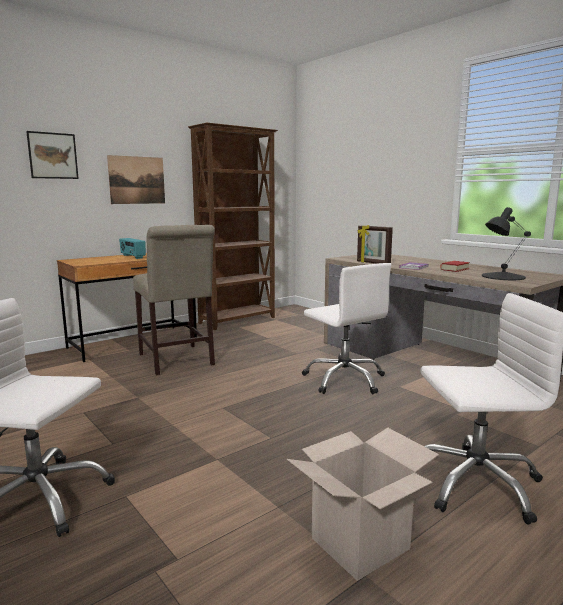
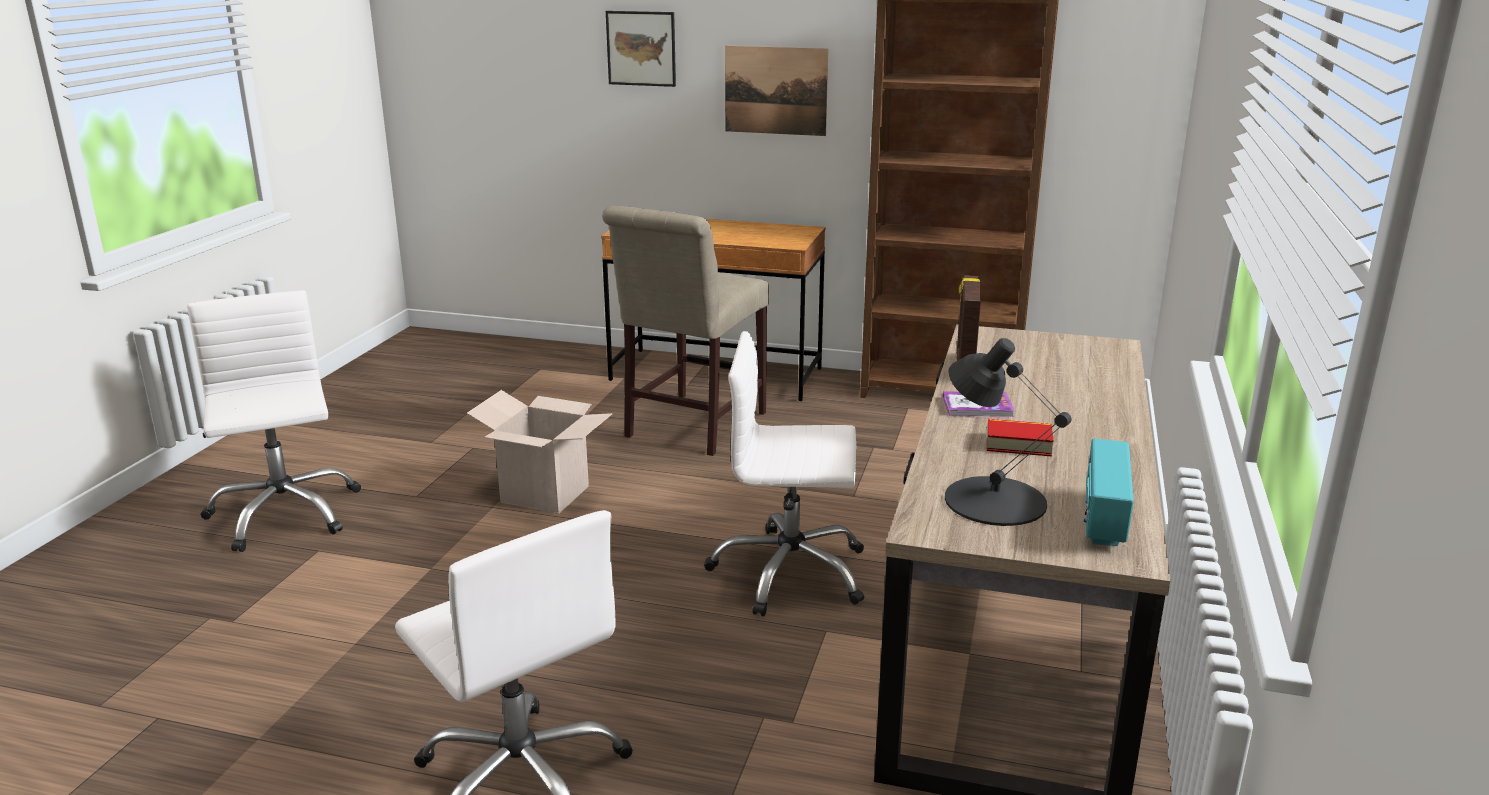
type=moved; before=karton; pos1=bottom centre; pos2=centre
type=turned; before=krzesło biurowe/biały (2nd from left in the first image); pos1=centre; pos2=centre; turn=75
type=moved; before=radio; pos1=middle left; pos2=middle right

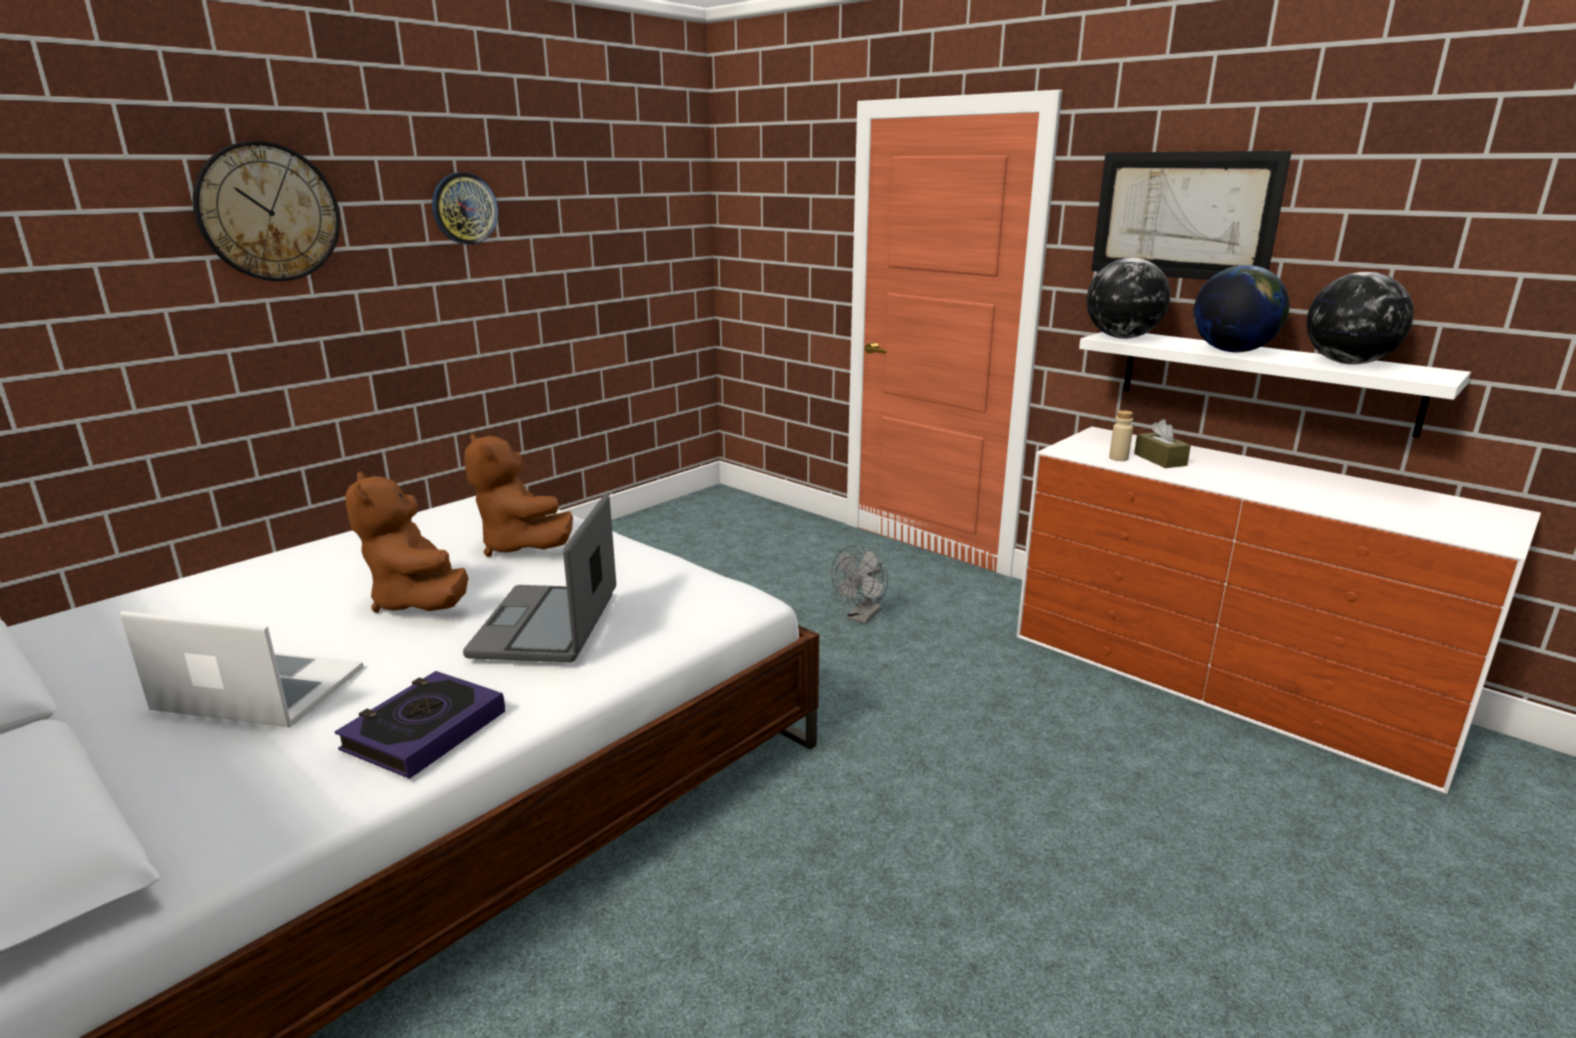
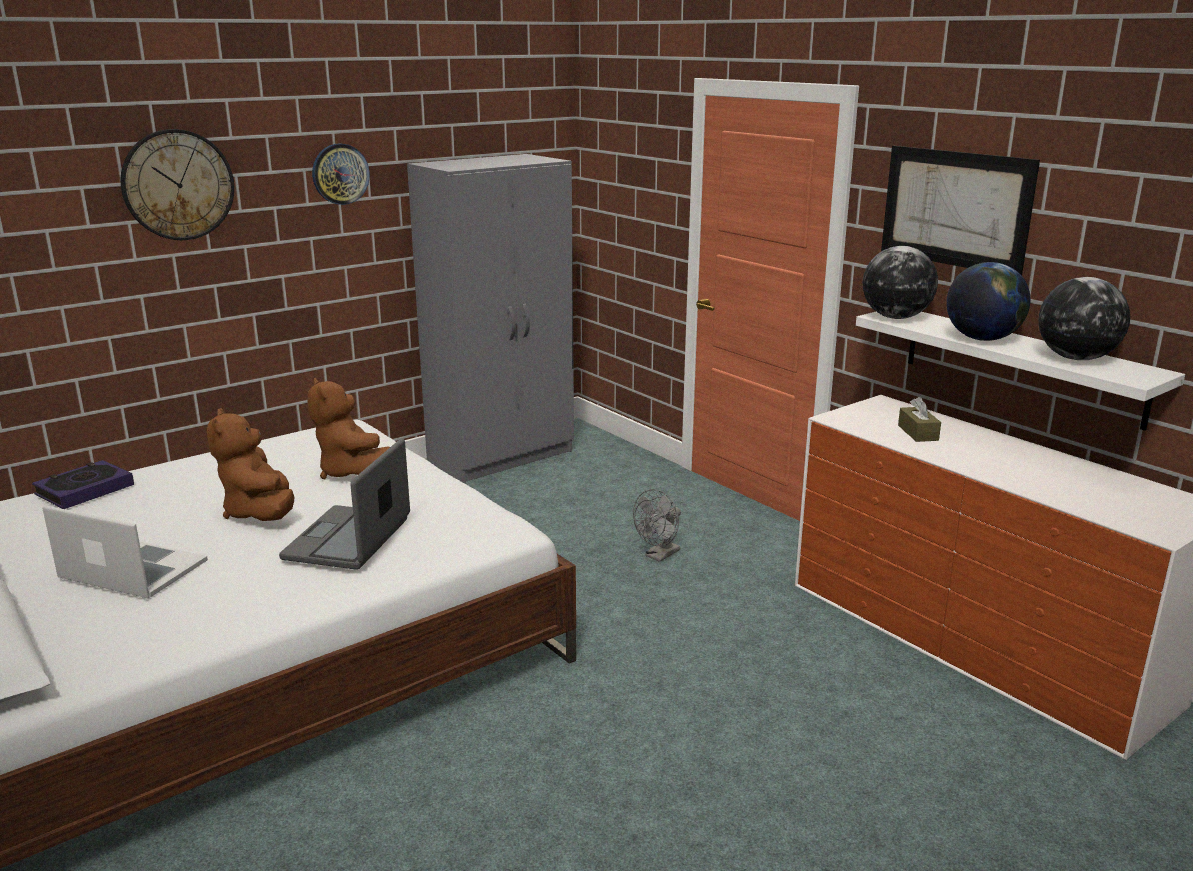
type=moved; before=książka; pos1=bottom left; pos2=middle left
type=added; after=szafa/szary; pos2=centre
type=removed; before=butelka/beżowy; pos1=middle right

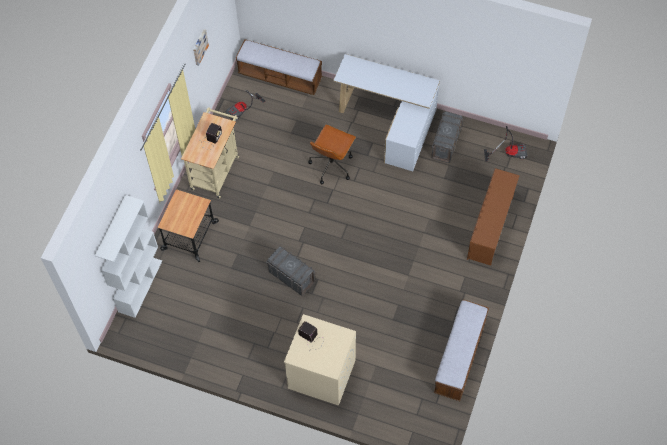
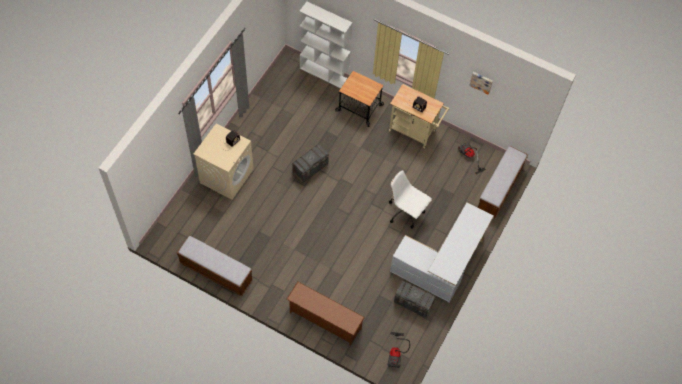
type=recoloured; before=krzesło biurowe/brązowy; after=krzesło biurowe/biały; pos1=centre; pos2=centre

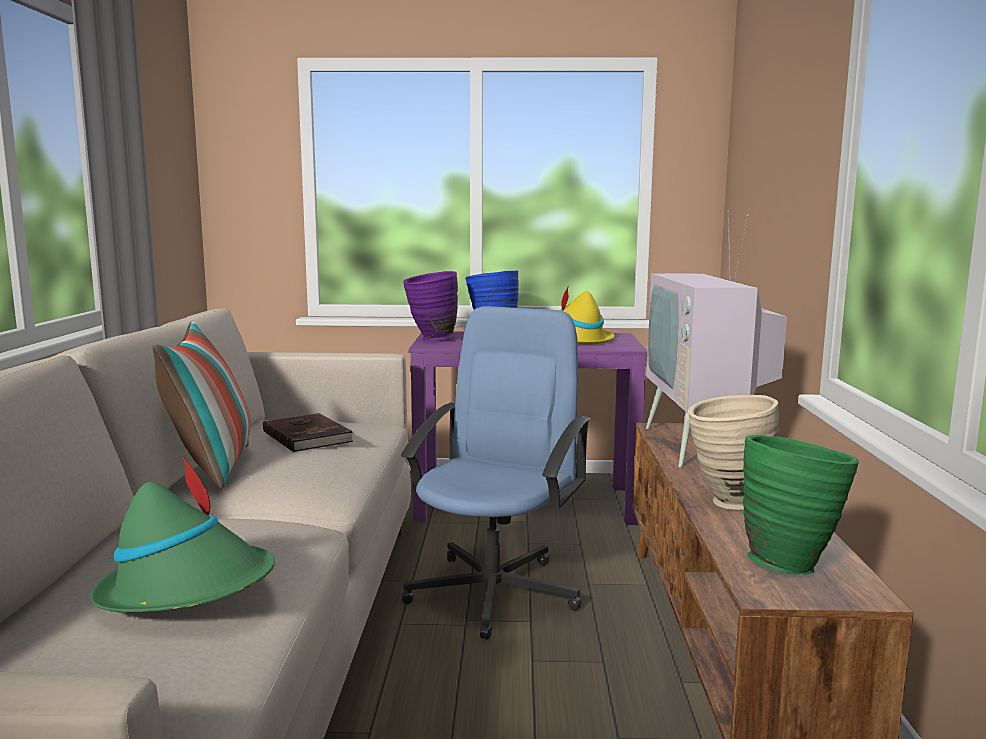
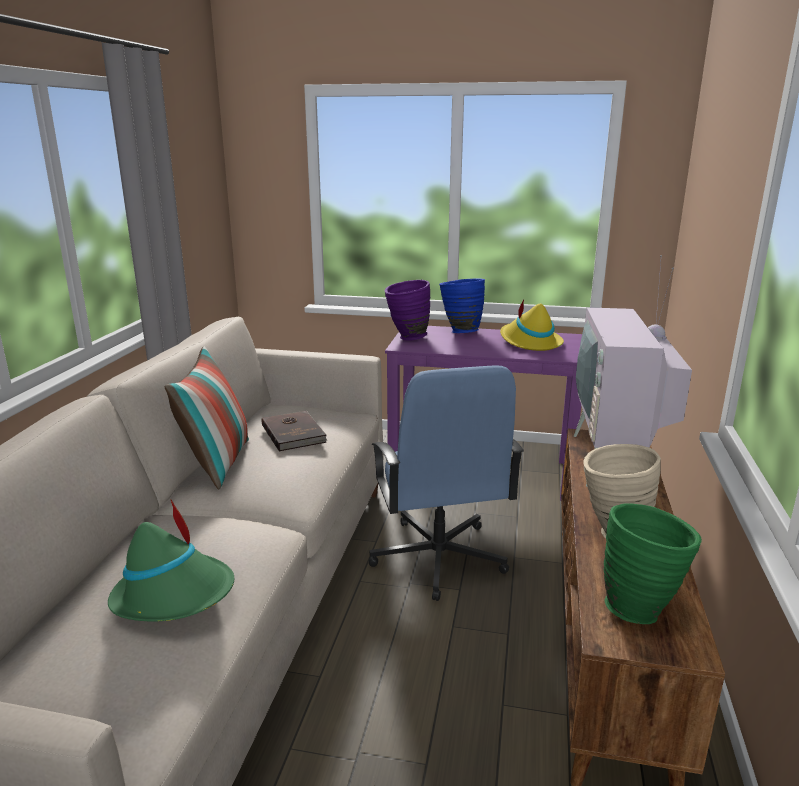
type=turned; before=krzesło biurowe/niebieski; pos1=centre; pos2=centre; turn=135

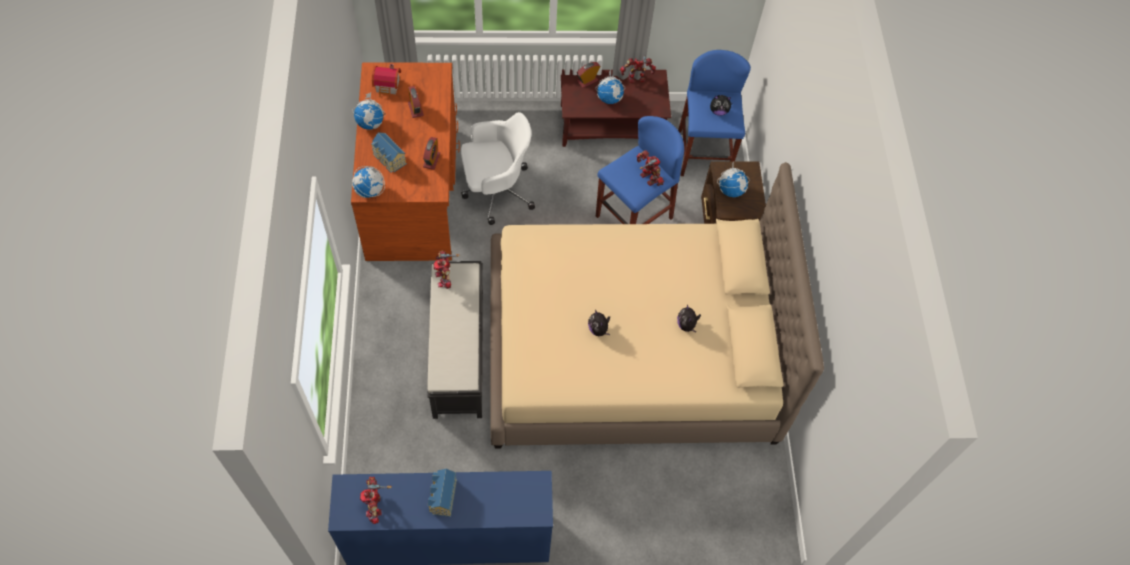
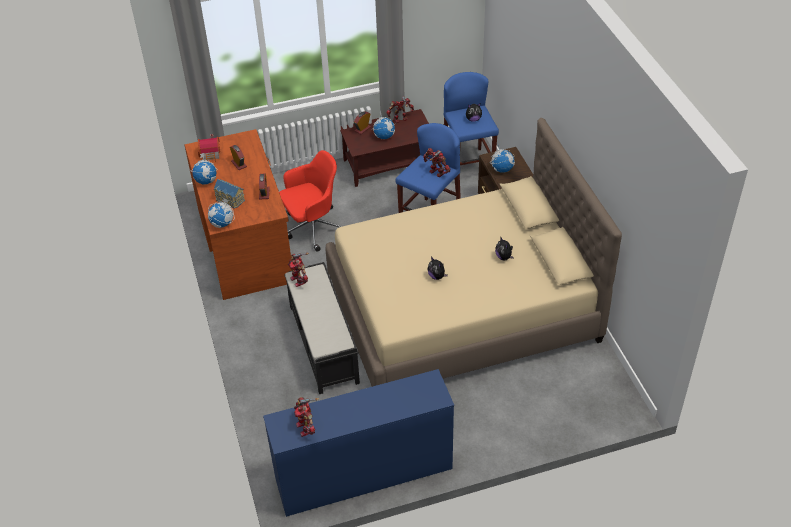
type=recoloured; before=krzesło biurowe/biały; after=krzesło biurowe/czerwony; pos1=top centre; pos2=centre
type=removed; before=domek (3rd from left); pos1=bottom centre

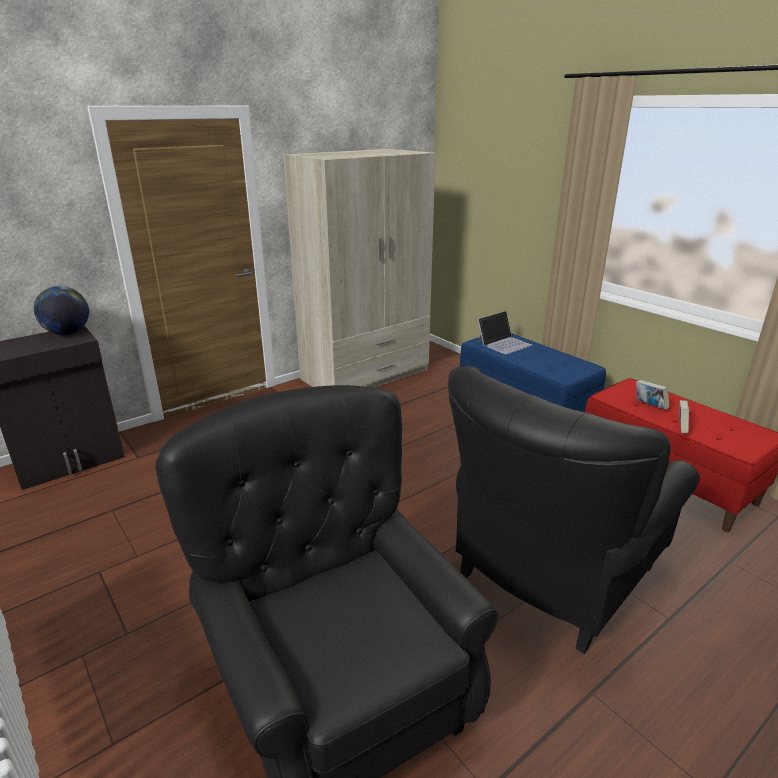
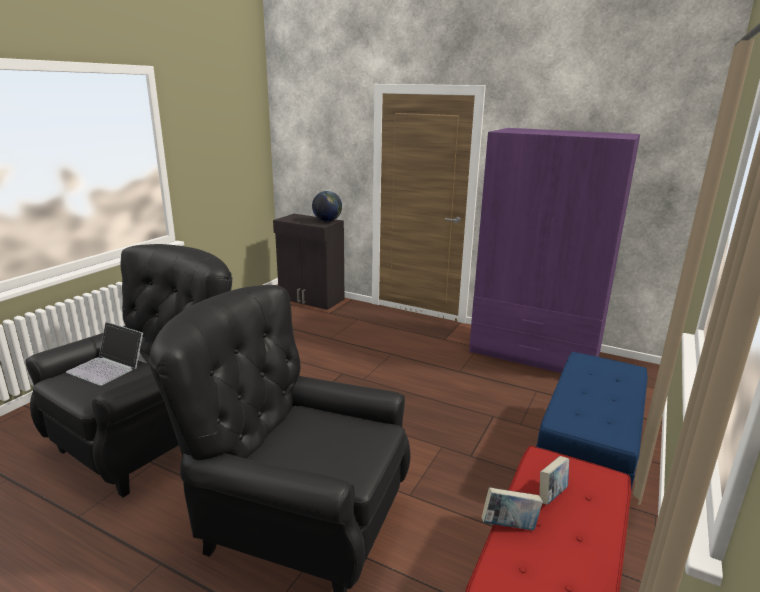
type=moved; before=laptop; pos1=centre; pos2=middle left
type=recoloured; before=szafa/beżowy; after=szafa/fioletowy; pos1=centre; pos2=middle right

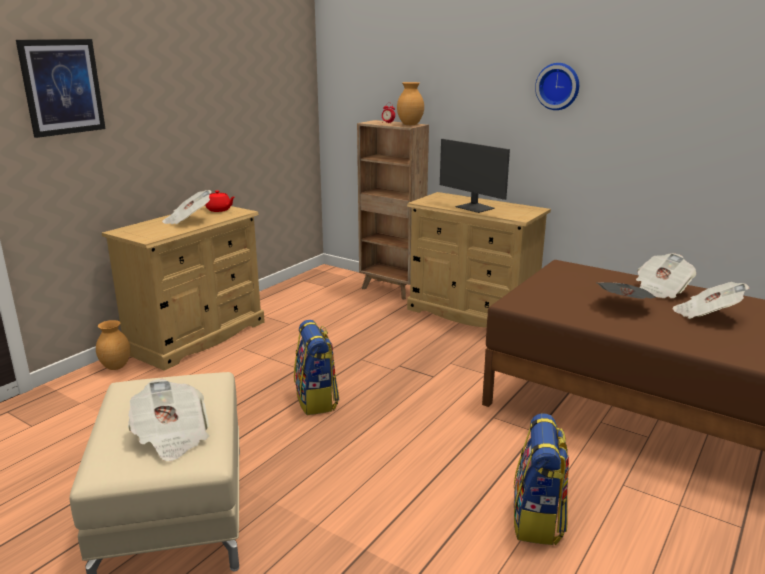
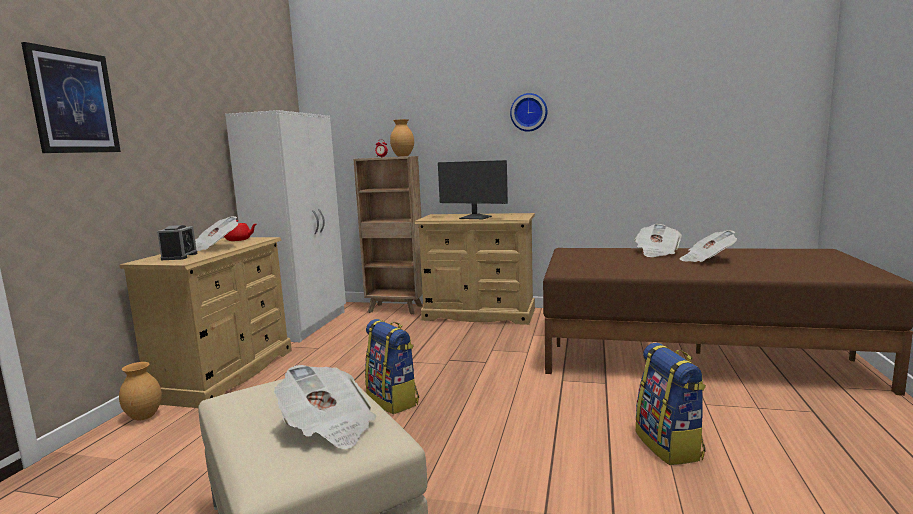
type=added; after=budzik (1st from left); pos2=middle left
type=added; after=szafa/biały; pos2=middle left
type=removed; before=gazeta (3rd from left); pos1=middle right

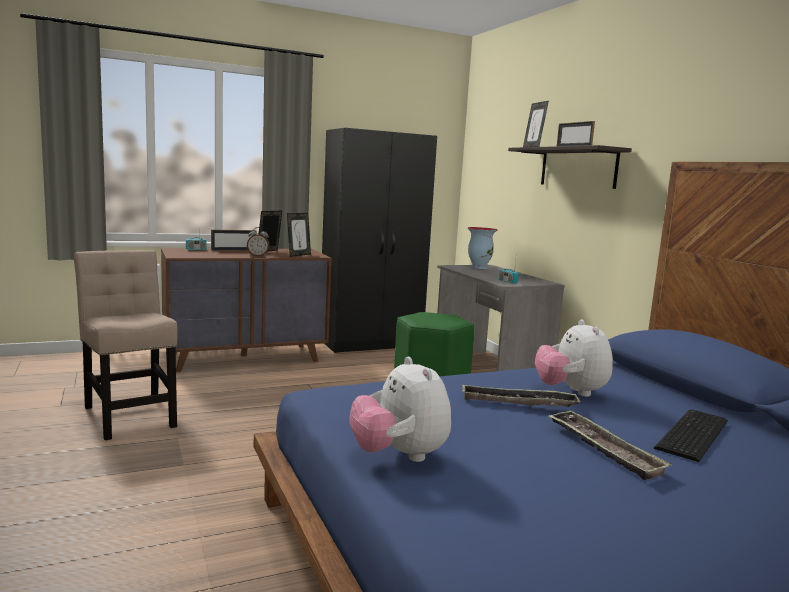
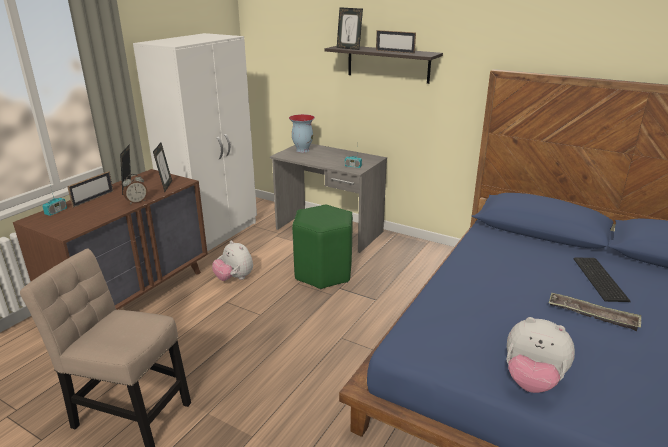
type=recoloured; before=szafa/czarny; after=szafa/biały; pos1=centre; pos2=top left
type=moved; before=pluszak (2nd from left in the first image); after=pluszak (1st from left); pos1=middle right; pos2=centre
type=removed; before=taca (1st from left); pos1=bottom centre

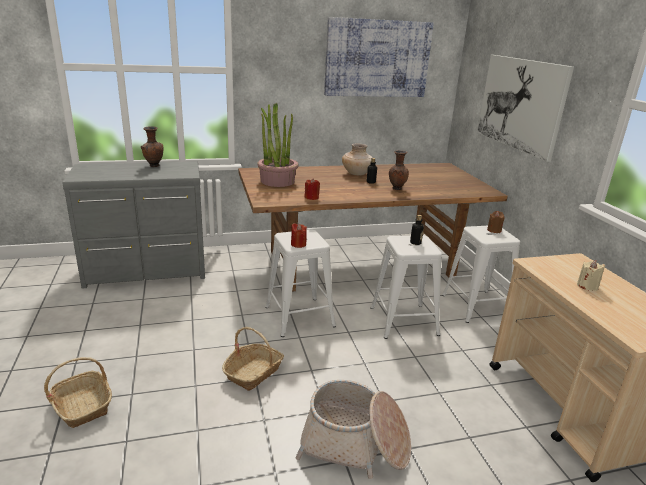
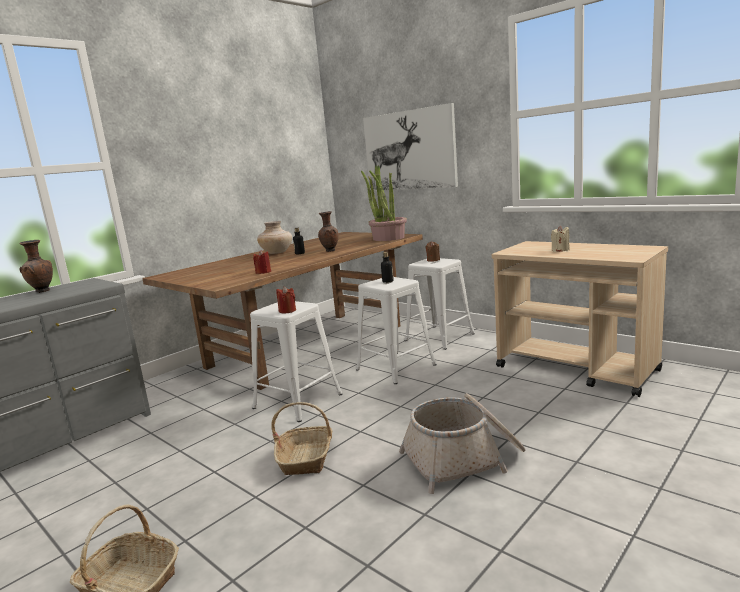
type=moved; before=roślina doniczkowa; pos1=top centre; pos2=centre
type=removed; before=obraz (1st from left); pos1=top centre

